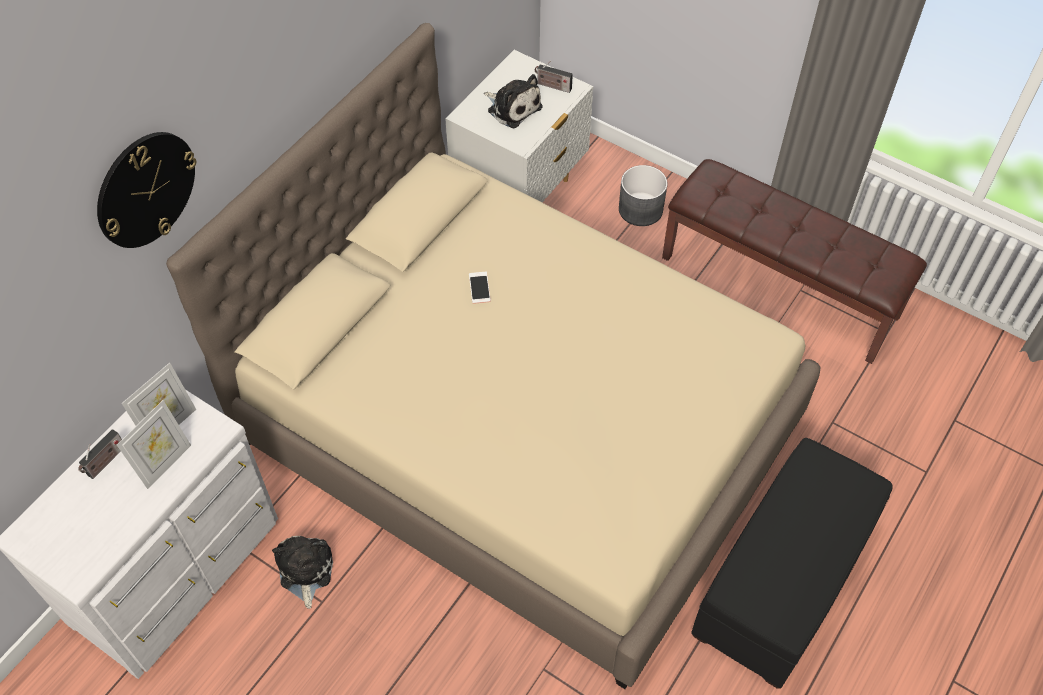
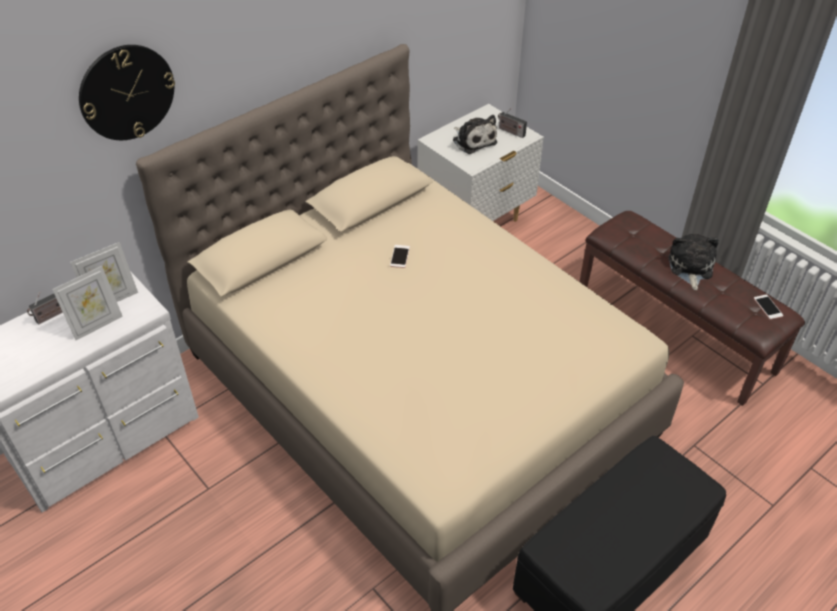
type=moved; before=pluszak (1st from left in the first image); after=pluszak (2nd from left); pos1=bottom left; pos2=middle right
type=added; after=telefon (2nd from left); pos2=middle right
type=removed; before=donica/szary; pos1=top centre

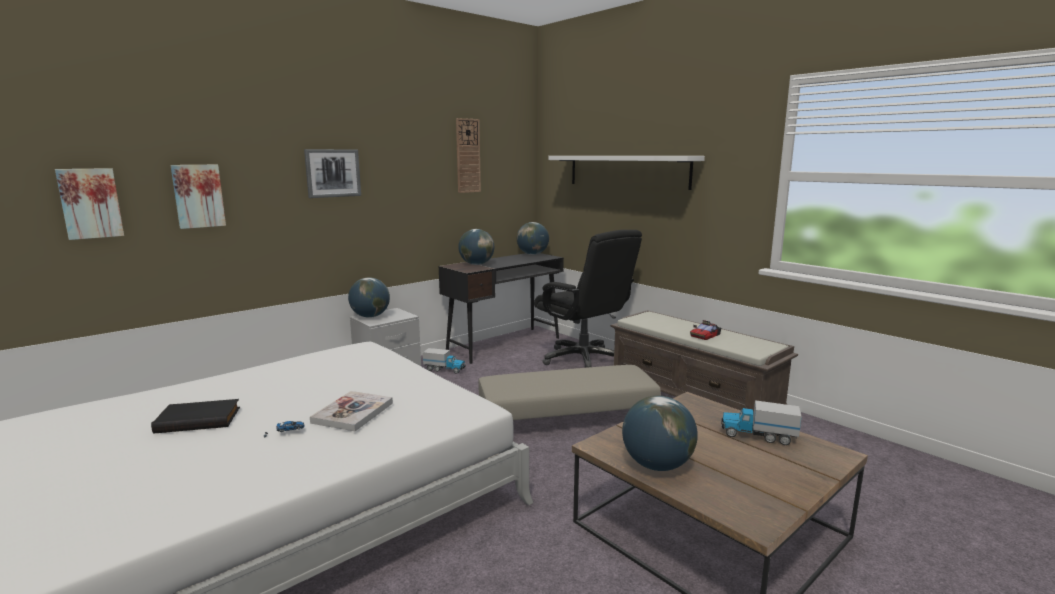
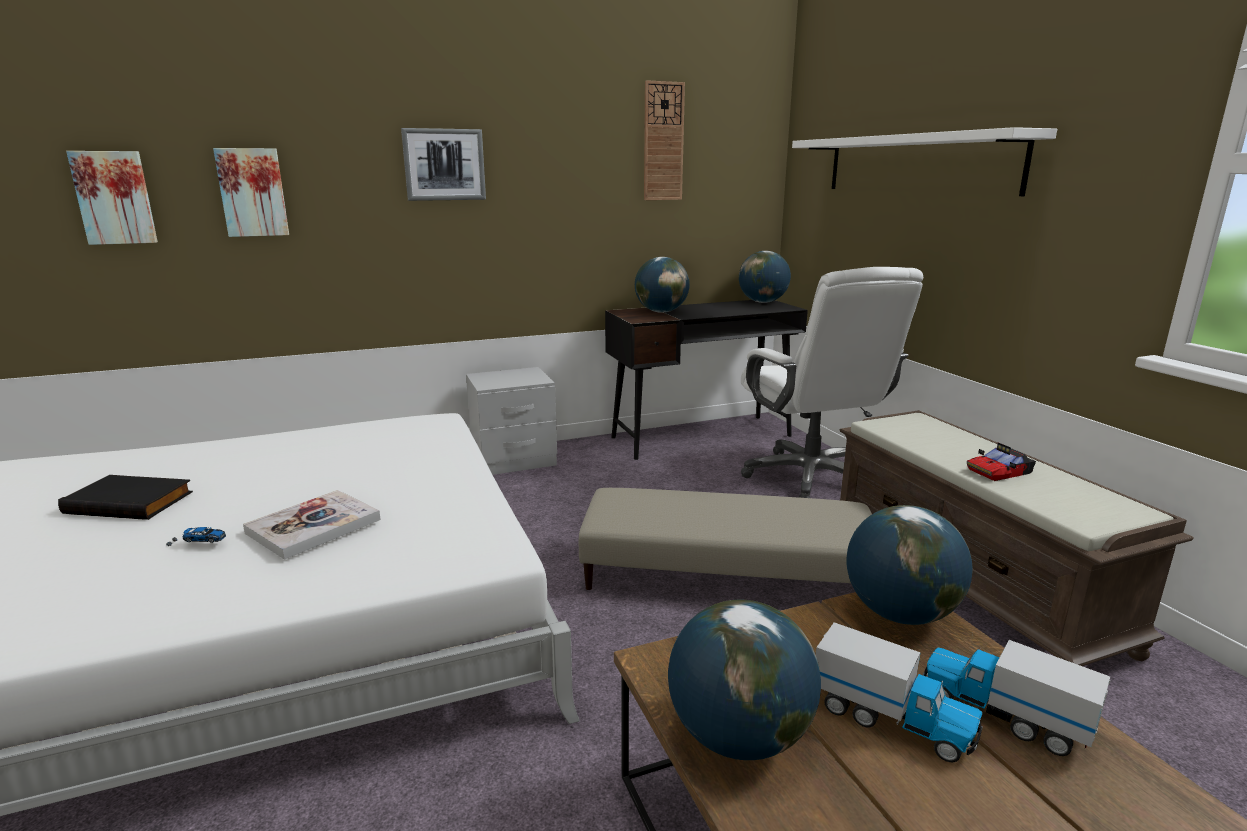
type=recoloured; before=krzesło biurowe/czarny; after=krzesło biurowe/biały; pos1=centre; pos2=middle right
type=moved; before=ciężarówka zabawkowa (1st from left); pos1=centre; pos2=bottom right
type=moved; before=globus (1st from left in the first image); after=globus (4th from left); pos1=centre; pos2=bottom right

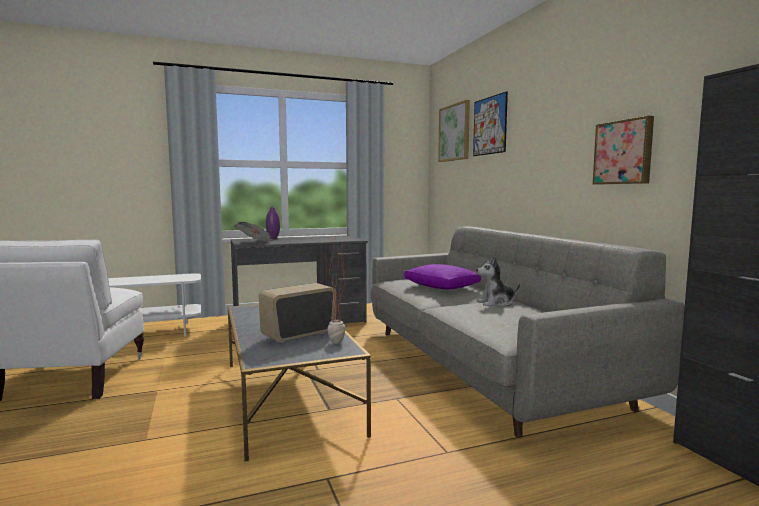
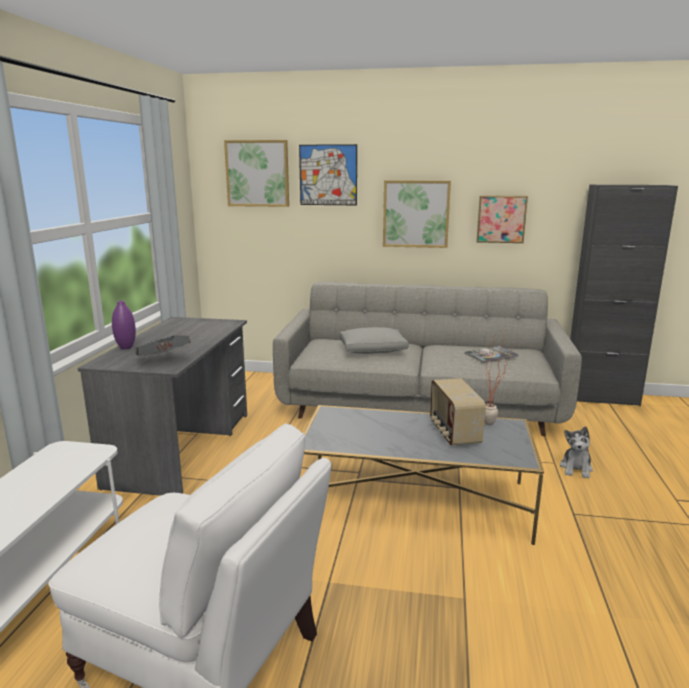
type=recoloured; before=poduszka/fioletowy; after=poduszka/szary; pos1=centre; pos2=centre
type=added; after=obraz (3rd from left); pos2=top centre
type=added; after=książka; pos2=middle right
type=moved; before=pluszak; pos1=centre; pos2=middle right

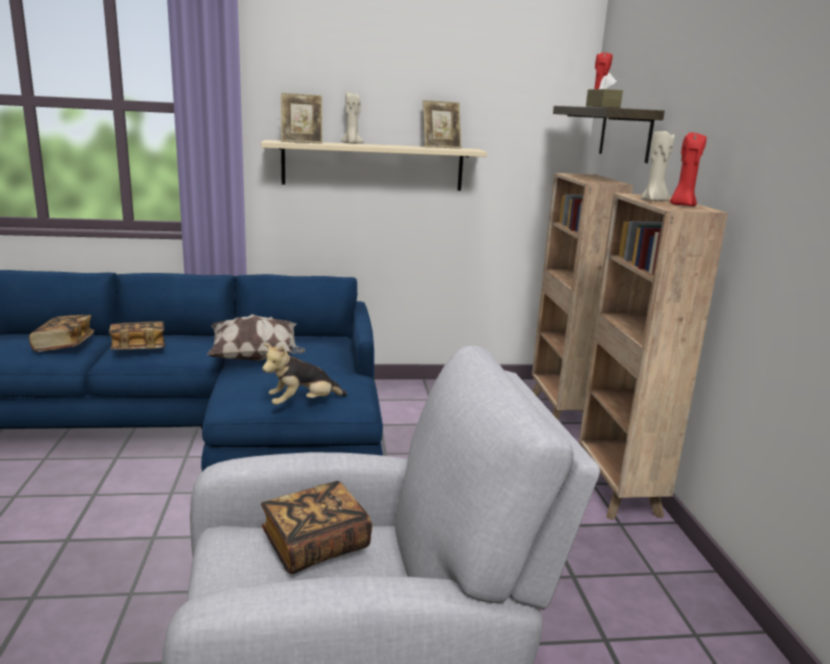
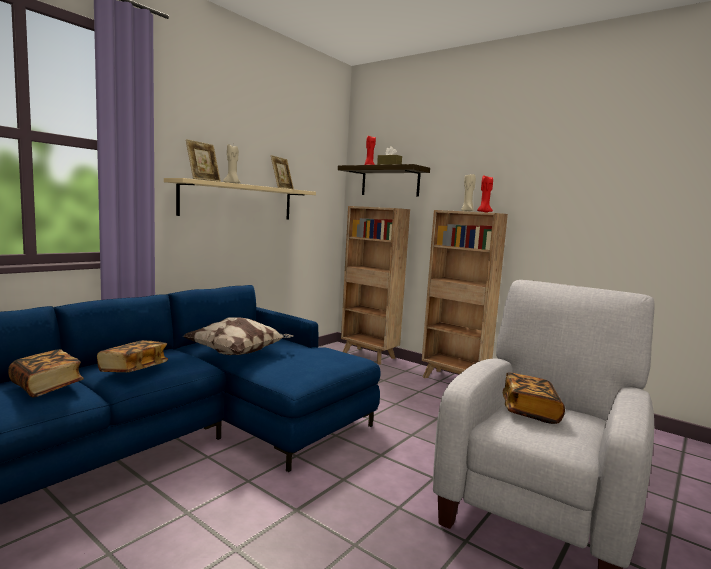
type=removed; before=pluszak; pos1=centre

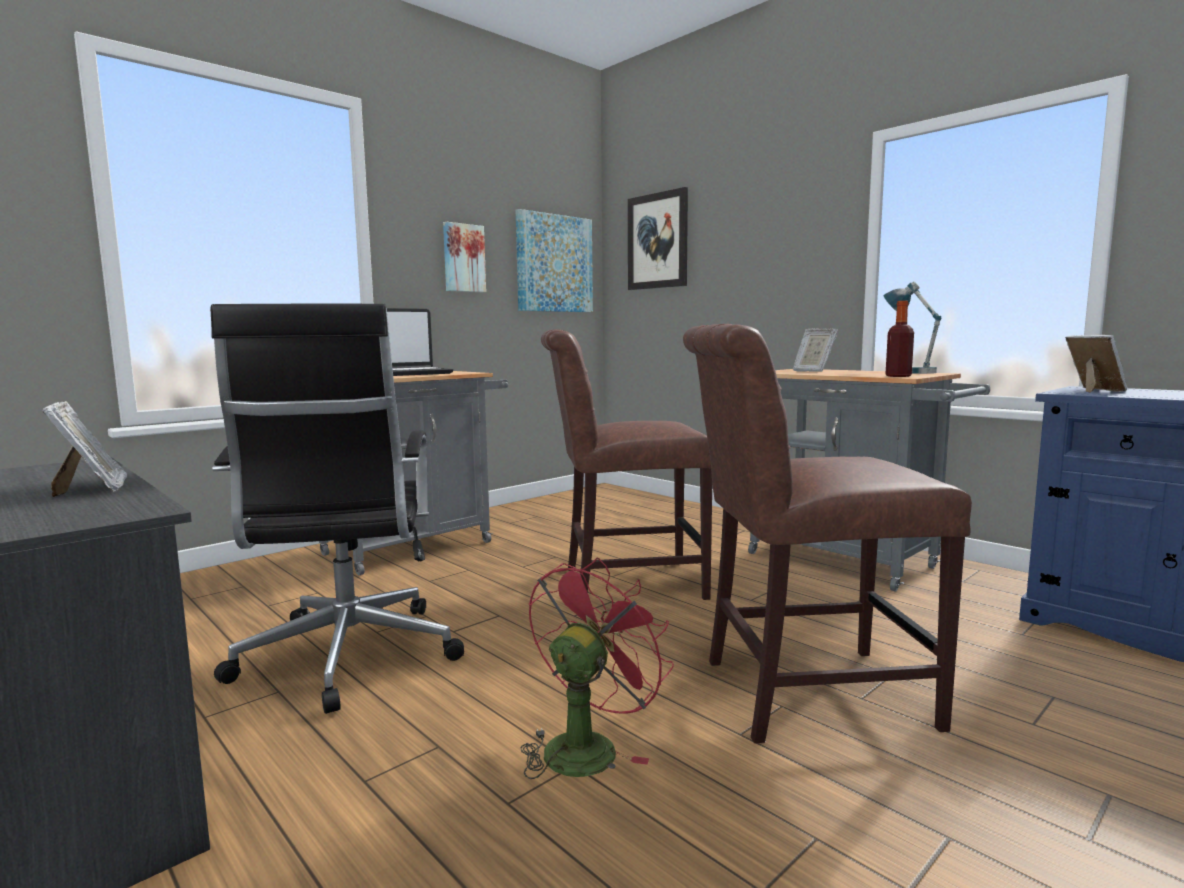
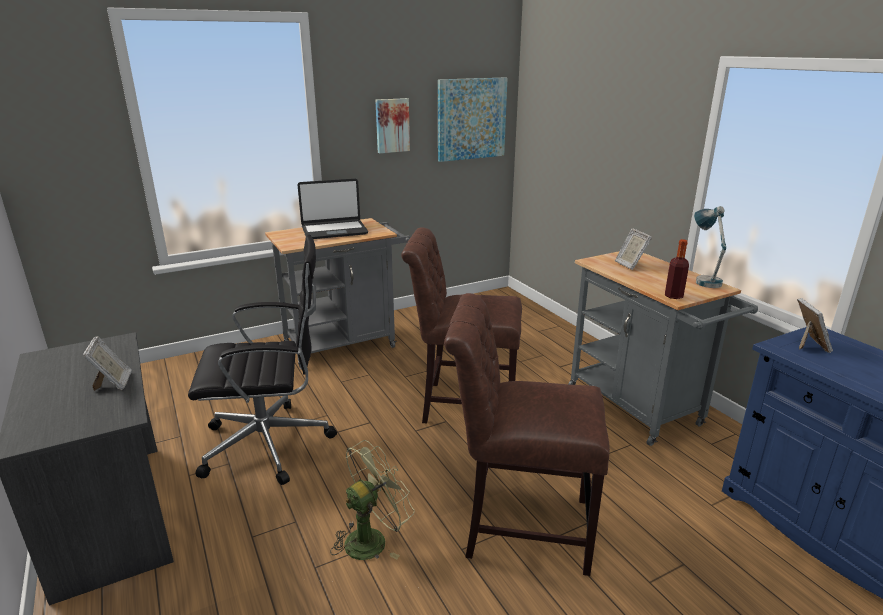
type=turned; before=krzesło biurowe/czarny; pos1=middle left; pos2=middle left; turn=-105
type=recoloured; before=wentylator/czerwony; after=wentylator/zielony; pos1=bottom centre; pos2=bottom centre
type=removed; before=obraz (3rd from left); pos1=top centre

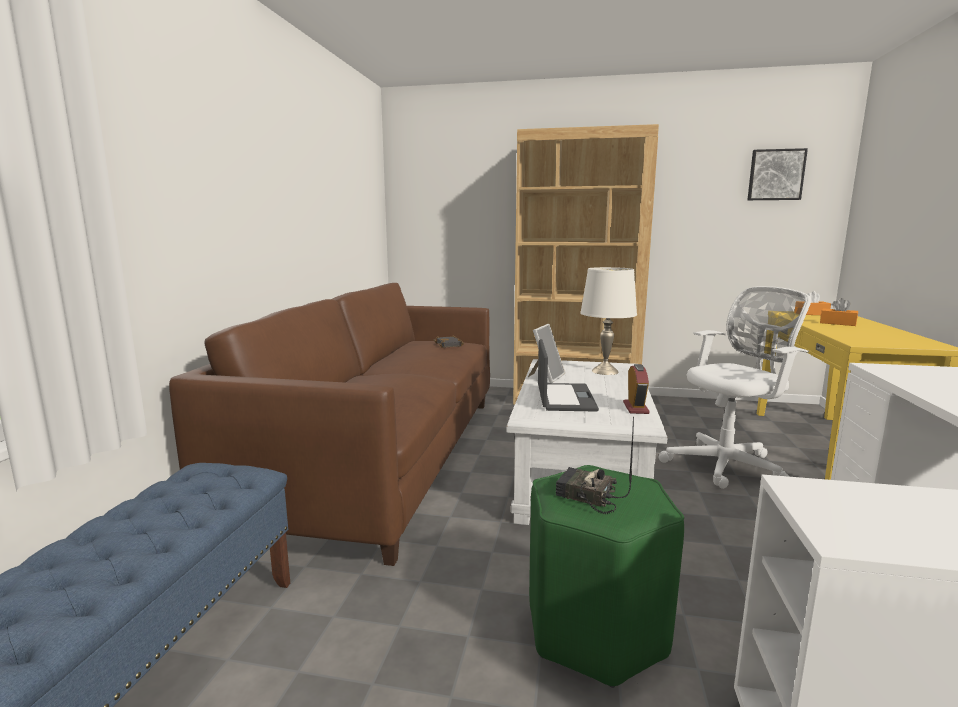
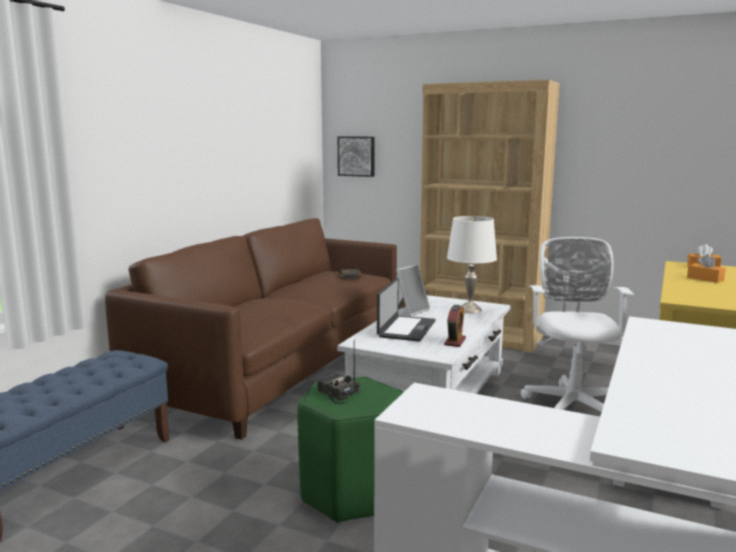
type=moved; before=obraz; pos1=top right; pos2=top centre
type=turned; before=krzesło biurowe/biały; pos1=middle right; pos2=middle right; turn=-75

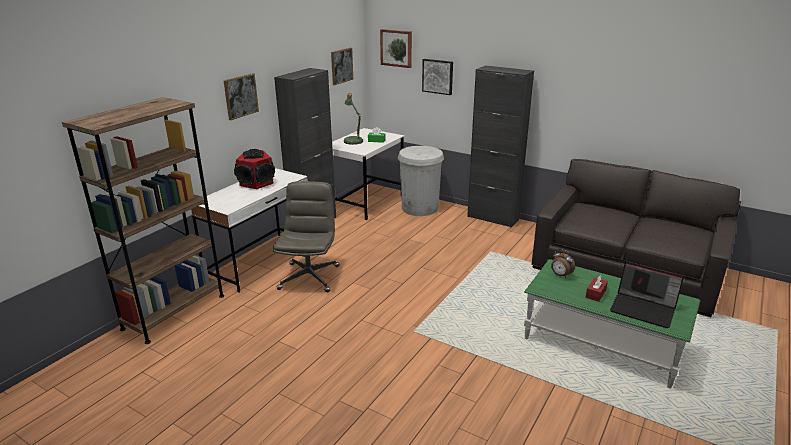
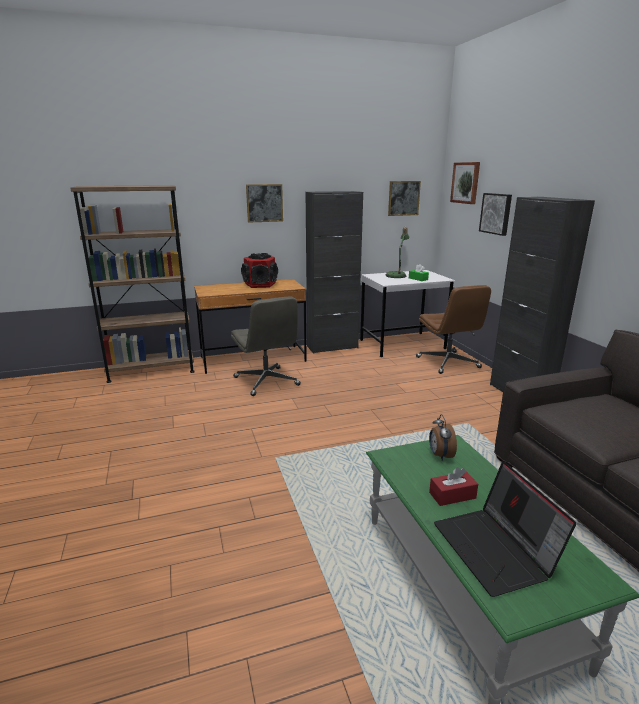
type=recoloured; before=biurko/biały (1st from left); after=biurko/brązowy; pos1=middle left; pos2=centre
type=turned; before=krzesło biurowe/szary; pos1=centre; pos2=centre; turn=105
type=replaced; before=kosz na śmieci/biały; after=krzesło biurowe/brązowy; pos1=centre; pos2=middle right

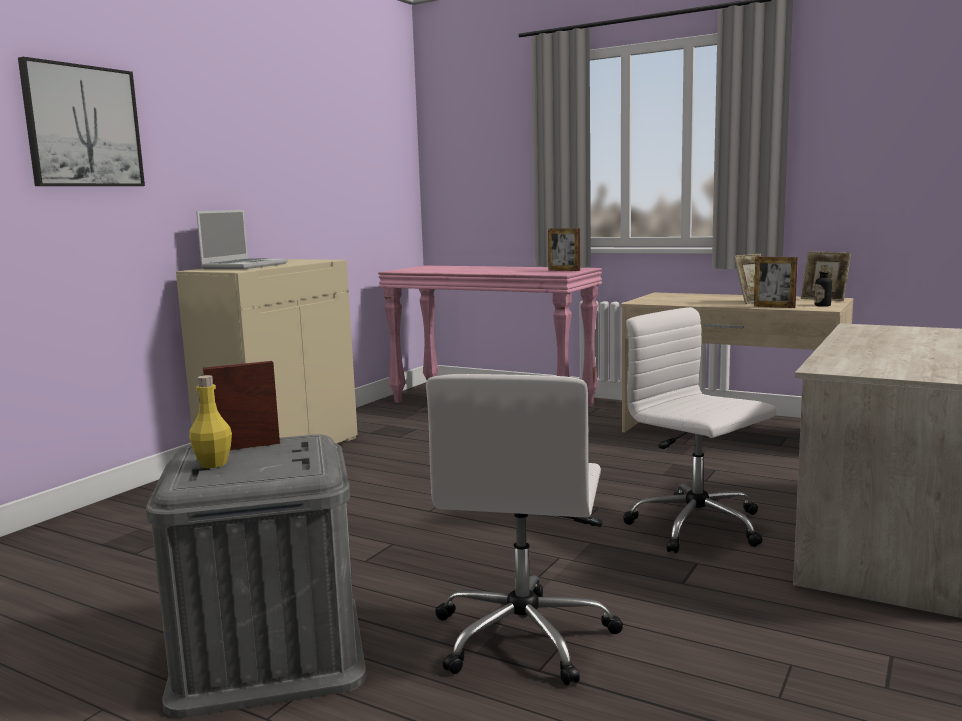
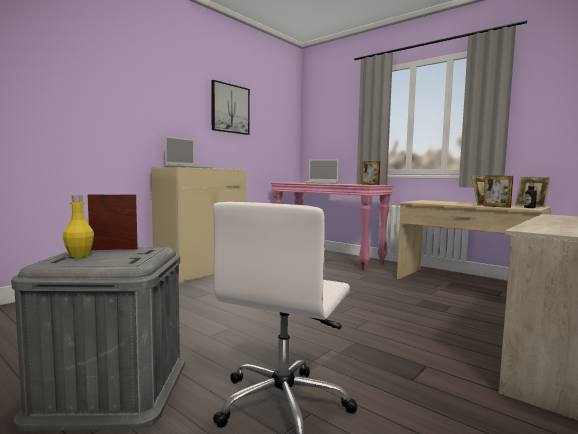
type=moved; before=obraz; pos1=top left; pos2=top centre
type=added; after=laptop (2nd from left); pos2=centre
type=removed; before=krzesło biurowe/biały (2nd from left); pos1=middle right

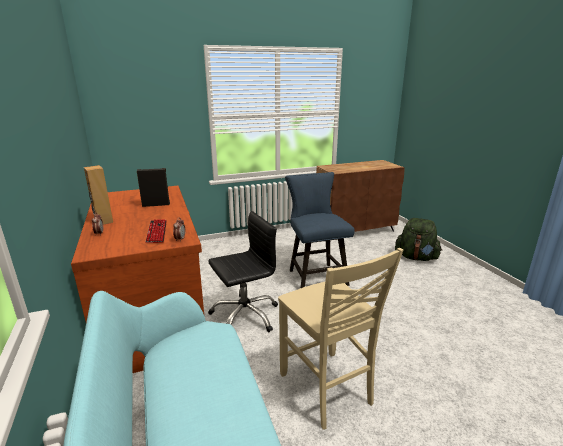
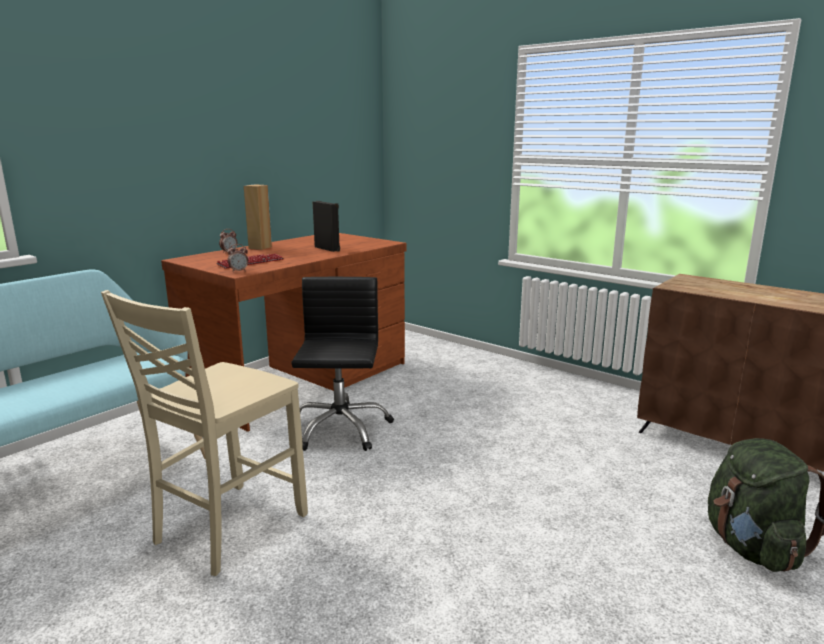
type=turned; before=krzesło biurowe/czarny; pos1=centre; pos2=centre; turn=-120
type=removed; before=krzesło/niebieski; pos1=centre

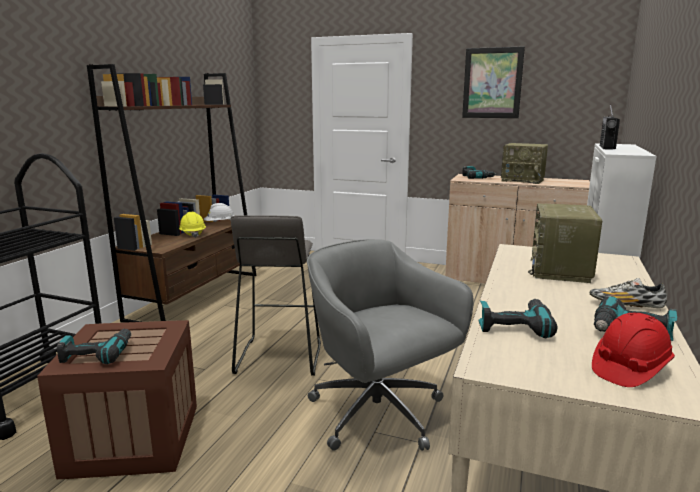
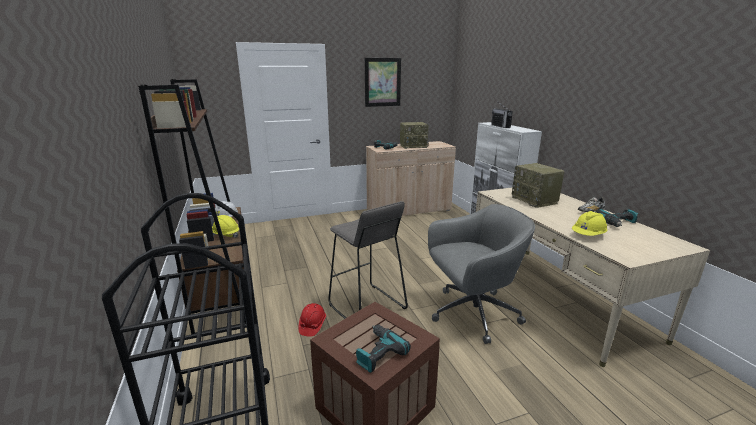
type=moved; before=kask/czerwony; pos1=bottom right; pos2=bottom centre
type=turned; before=krzesło biurowe/szary; pos1=bottom centre; pos2=centre; turn=150
type=replaced; before=wiertarka (3rd from left); after=kask/żółty (2nd from left); pos1=middle right; pos2=middle right

